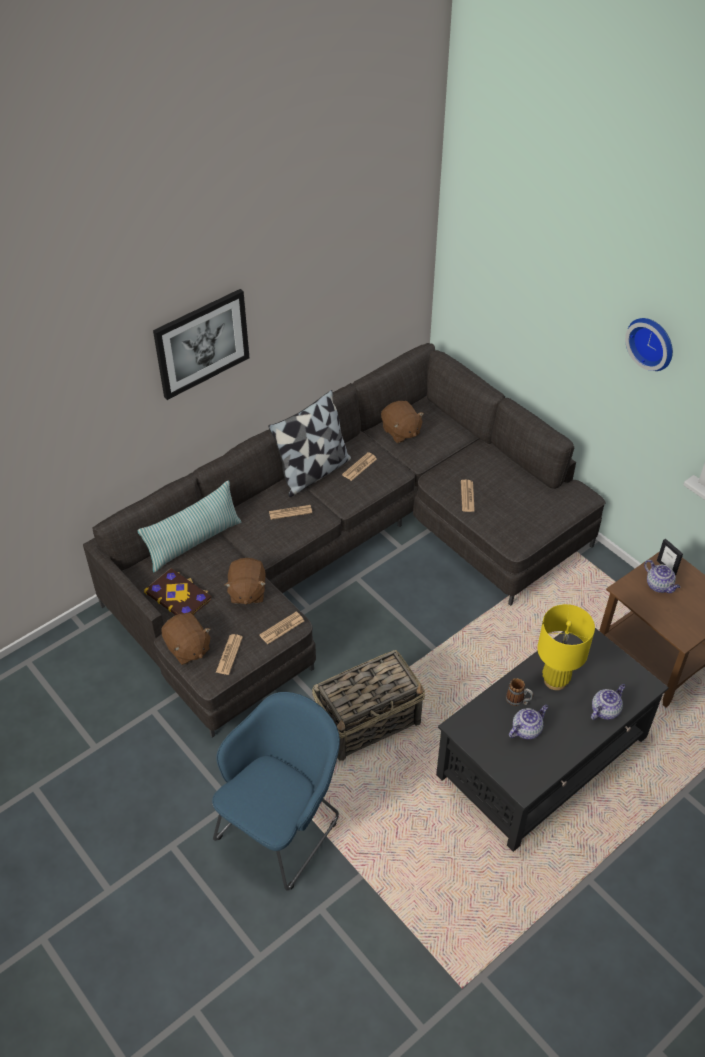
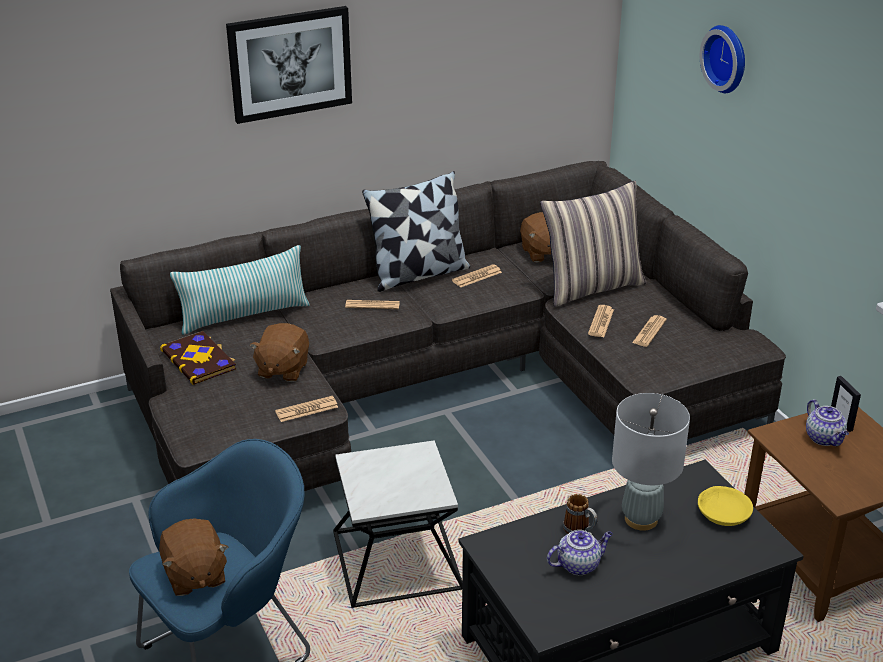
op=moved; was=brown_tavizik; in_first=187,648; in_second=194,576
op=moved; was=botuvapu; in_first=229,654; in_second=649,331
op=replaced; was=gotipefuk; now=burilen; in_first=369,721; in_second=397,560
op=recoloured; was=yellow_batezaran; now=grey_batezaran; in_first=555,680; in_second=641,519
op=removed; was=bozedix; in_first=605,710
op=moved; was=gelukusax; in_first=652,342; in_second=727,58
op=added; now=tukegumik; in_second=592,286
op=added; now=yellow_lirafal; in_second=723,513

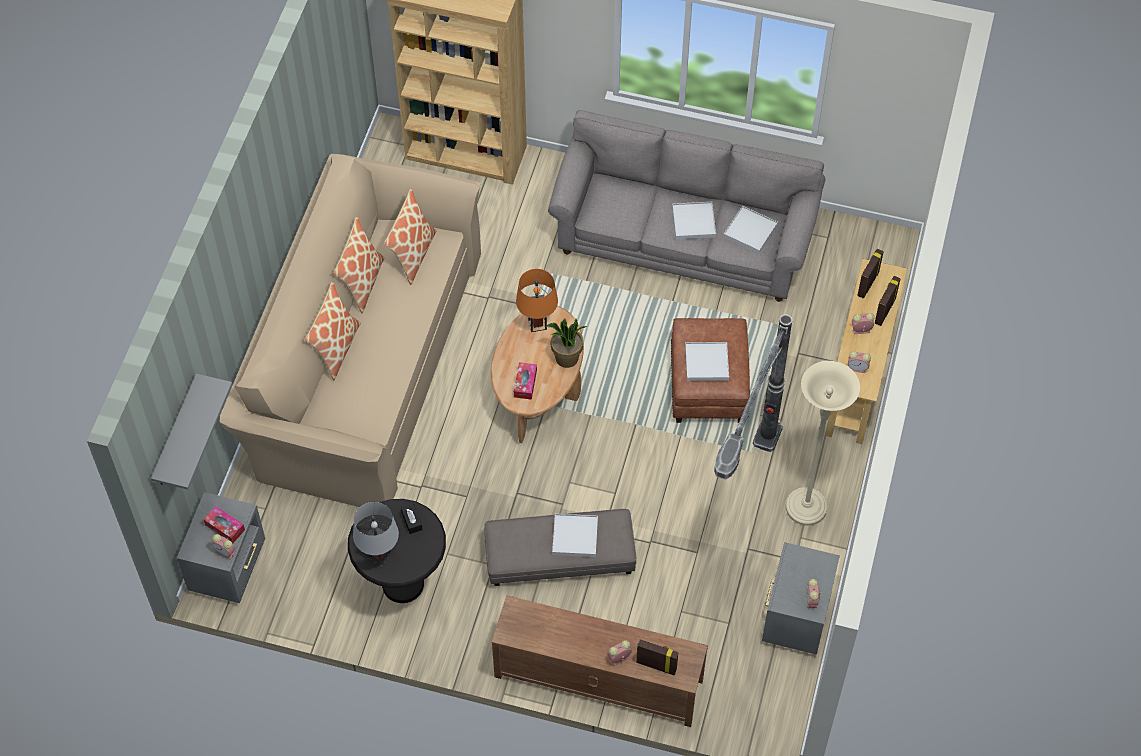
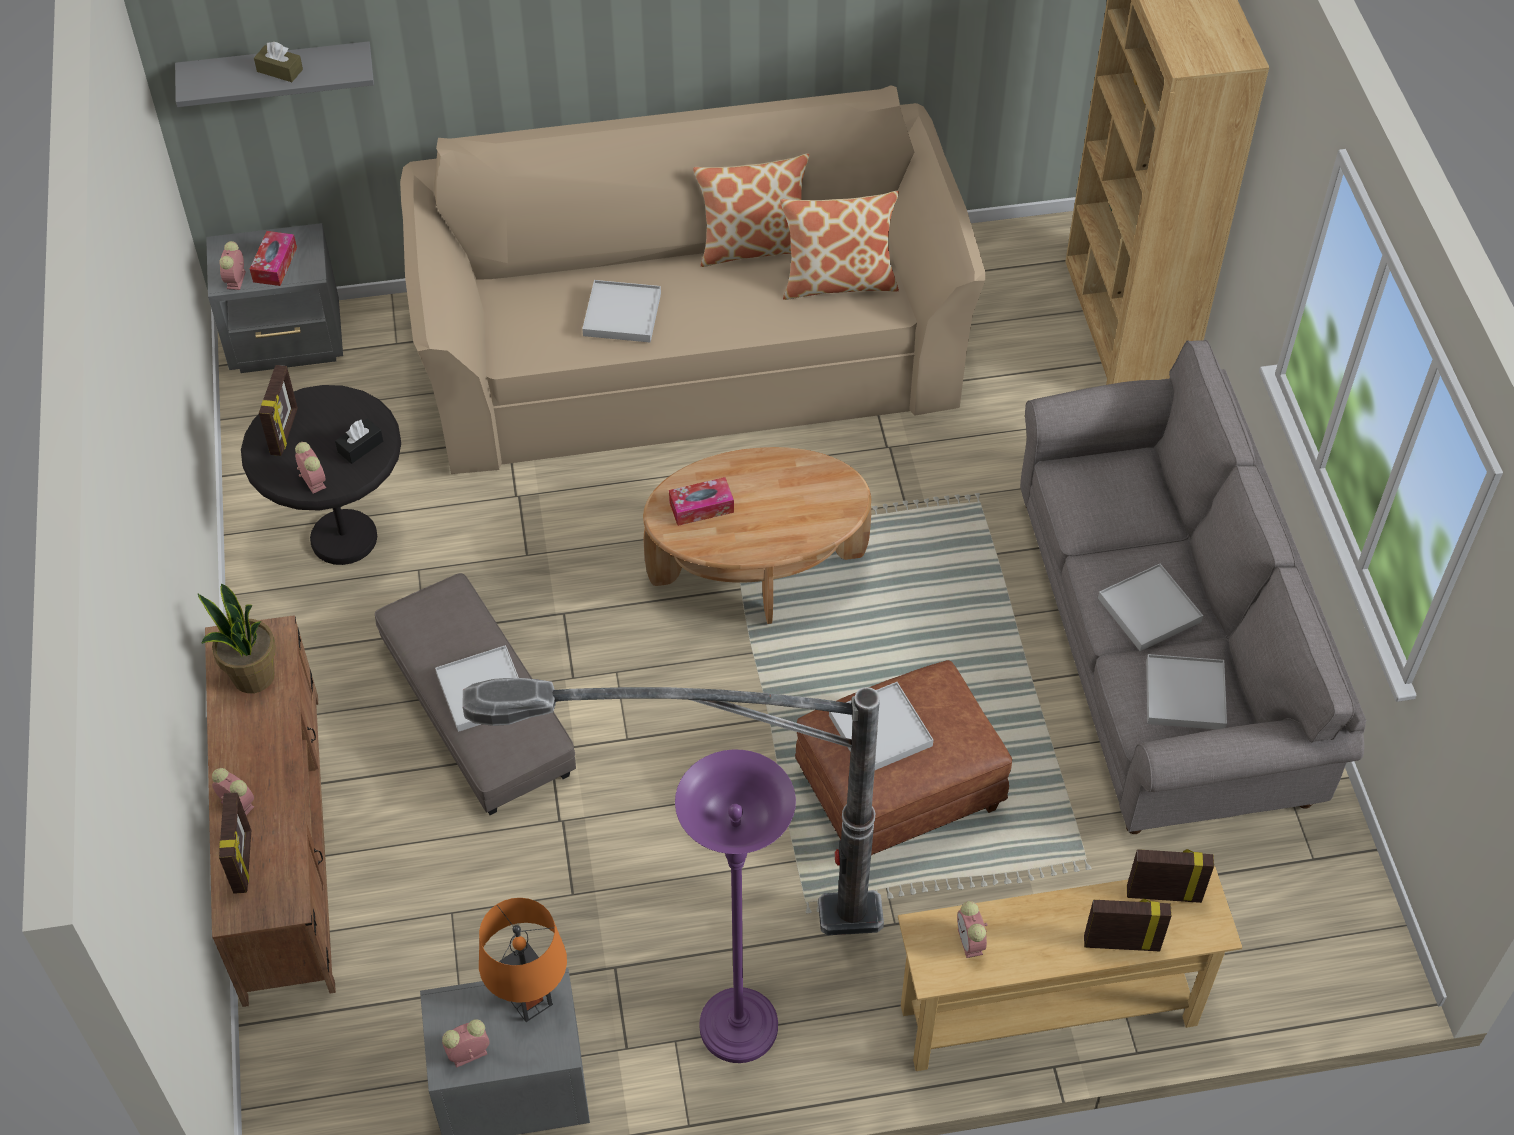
op=removed; was=tukegumik; in_first=336,348
op=replaced; was=grey_batezaran; now=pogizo; in_first=379,555; in_second=285,432
op=moved; was=orange_batezaran; in_first=537,324; in_second=530,1001
op=moved; was=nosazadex; in_first=566,359; in_second=252,676
op=recoloured; was=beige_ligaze; now=purple_ligaze; in_first=806,508; in_second=738,1028
op=moved; was=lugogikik; in_first=860,330; in_second=312,480
op=added; now=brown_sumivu; in_second=280,70
op=added; now=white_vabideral; in_second=622,314

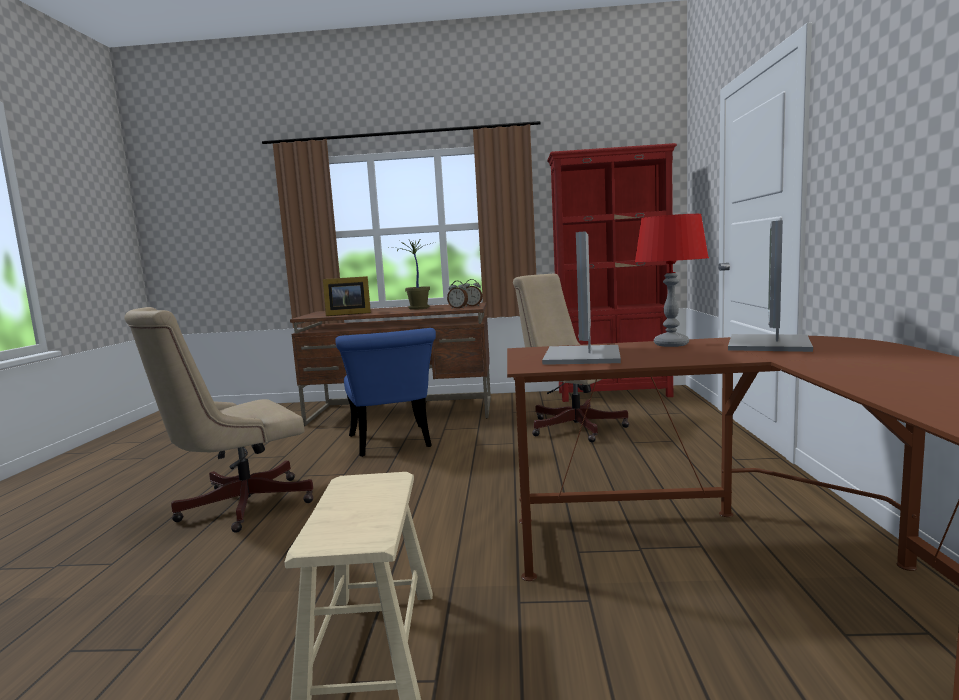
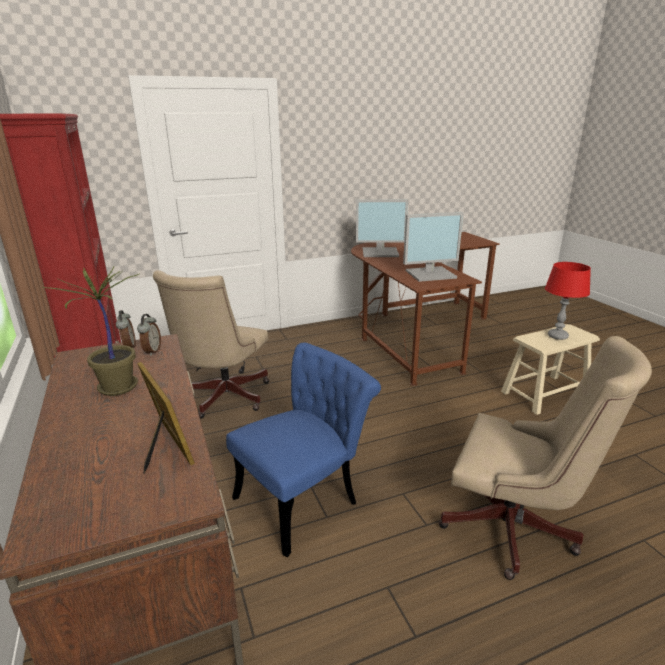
op=moved; was=red_batezaran; in_first=671,344; in_second=557,336

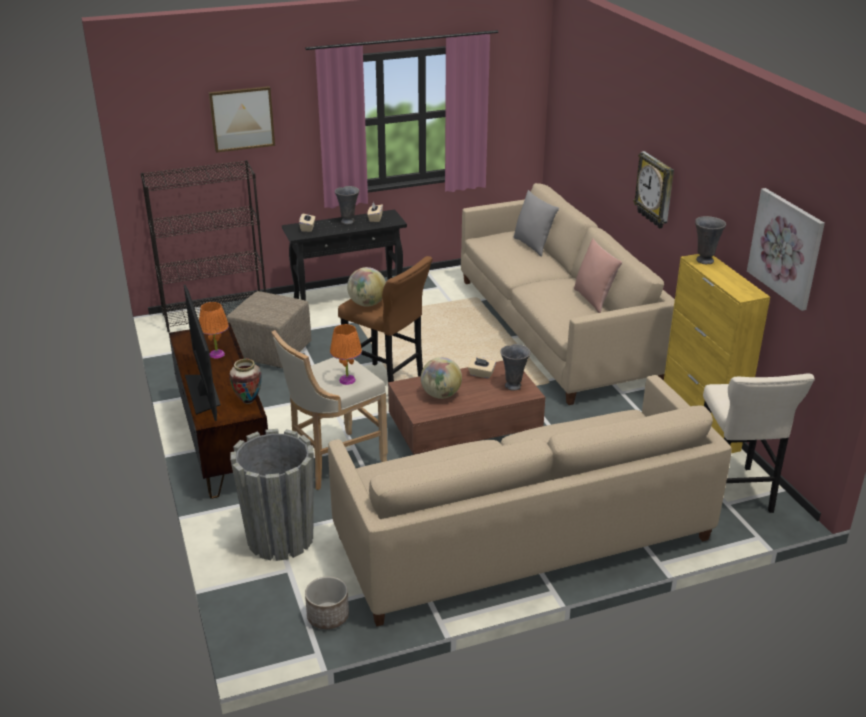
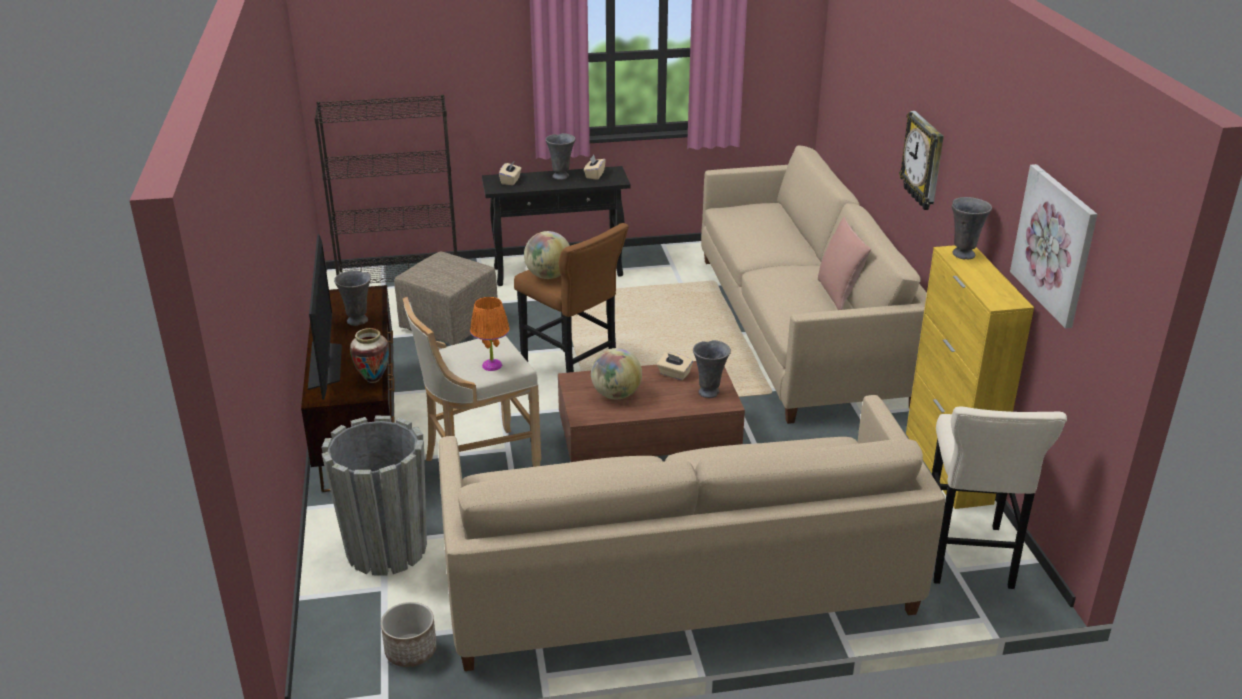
op=replaced; was=orange_batezaran; now=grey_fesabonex; in_first=217,354; in_second=358,321
op=removed; was=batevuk; in_first=242,118
op=removed; was=grey_tukegumik; in_first=533,245

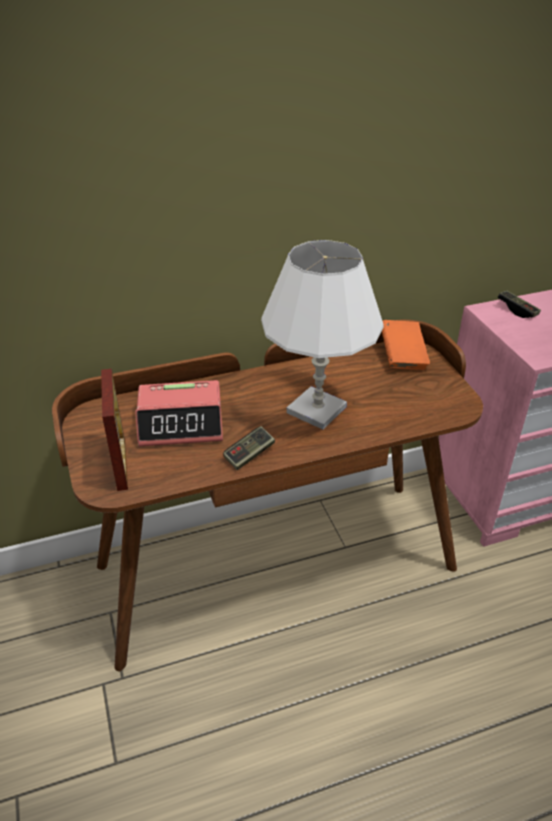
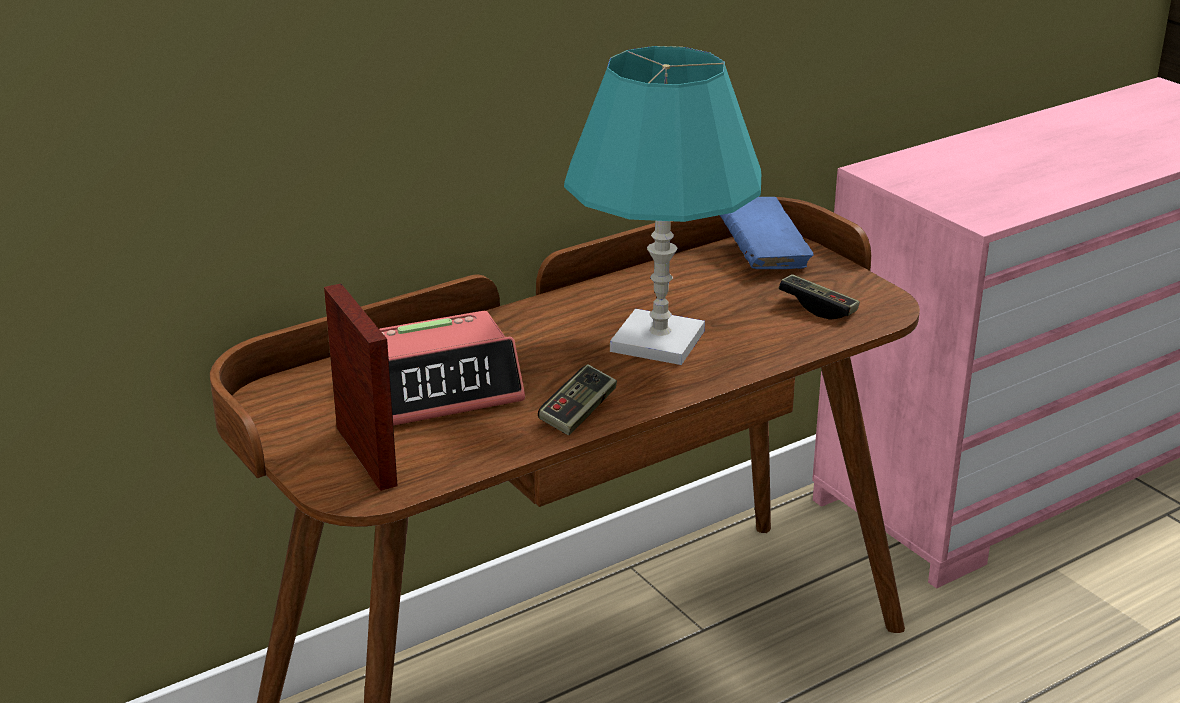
op=recoloured; was=white_batezaran; now=turquoise_batezaran; in_first=317,410; in_second=659,341
op=recoloured; was=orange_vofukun; now=blue_vofukun; in_first=402,357; in_second=762,256
op=moved; was=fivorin; in_first=517,310; in_second=818,308

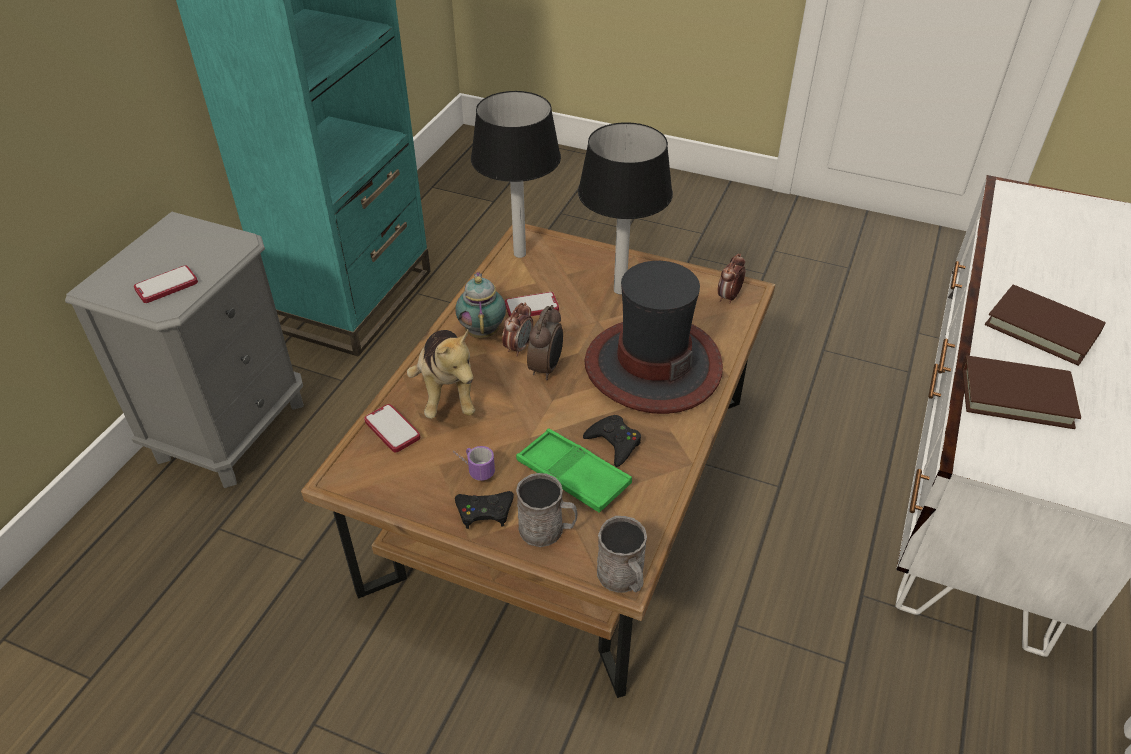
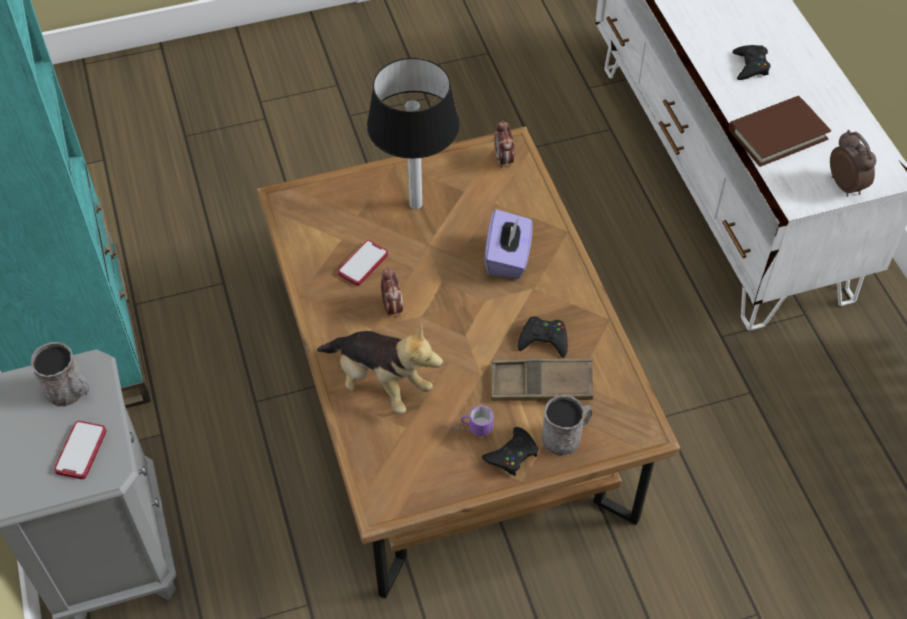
op=removed; was=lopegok; in_first=392,429
op=removed; was=bozedix; in_first=483,330
op=removed; was=batezaran; in_first=518,254
op=recoloured; was=green_vabideral; now=brown_vabideral; in_first=573,475; in_second=541,385
op=moved; was=lugogikik; in_first=546,368; in_second=846,185
op=replaced; was=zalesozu; now=purple_sumivu; in_first=652,365; in_second=508,258
op=moved; was=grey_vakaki; in_first=623,578; in_second=70,391
op=replaced; was=brown_vofukun; now=black_fivorin; in_first=1042,328; in_second=750,66

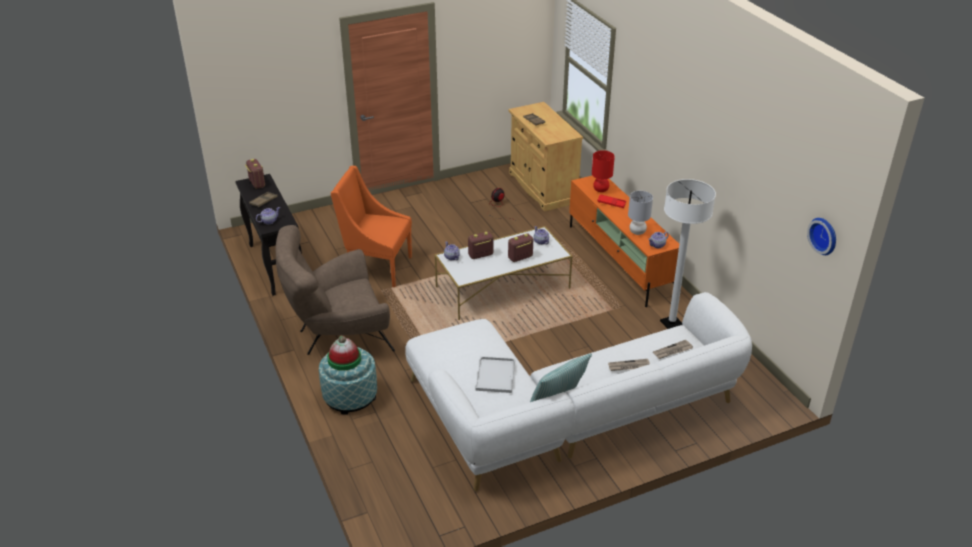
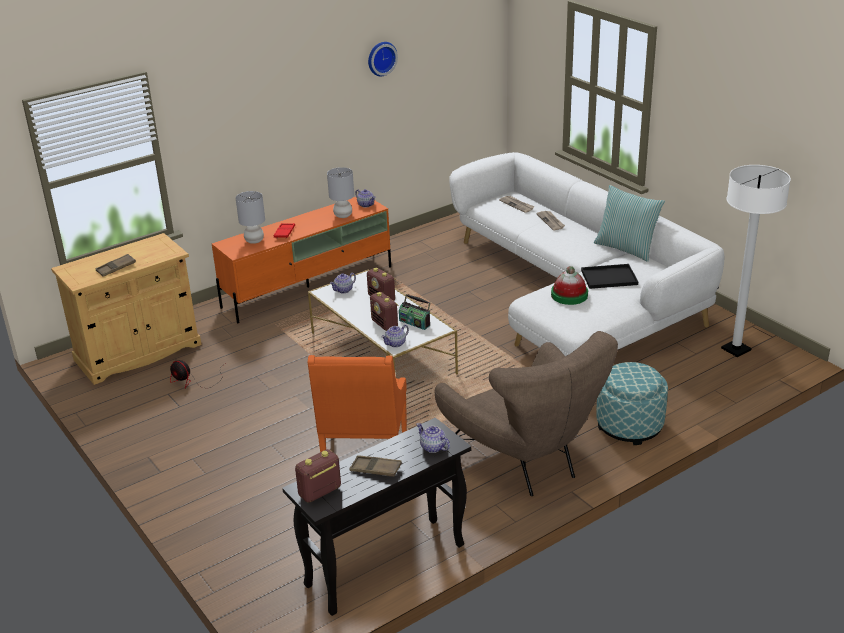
op=moved; was=zalesozu; in_first=344,359; in_second=569,295
op=recoloured; was=white_vabideral; now=black_vabideral; in_first=495,374; in_second=608,278
op=recoloured; was=red_batezaran; now=grey_batezaran; in_first=601,190; in_second=254,241
op=moved; was=white_ligaze; in_first=671,324; in_second=736,349
op=moved; was=gelukusax; in_first=824,235; in_second=381,58
op=added; now=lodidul; in_second=415,322

